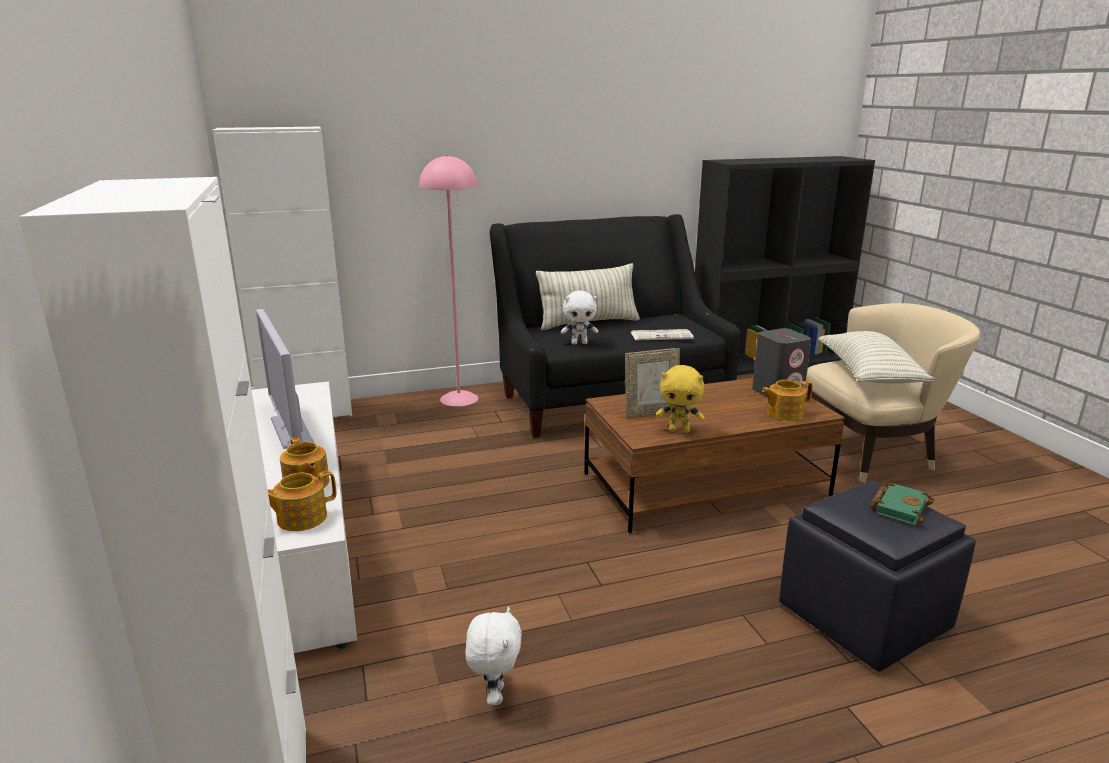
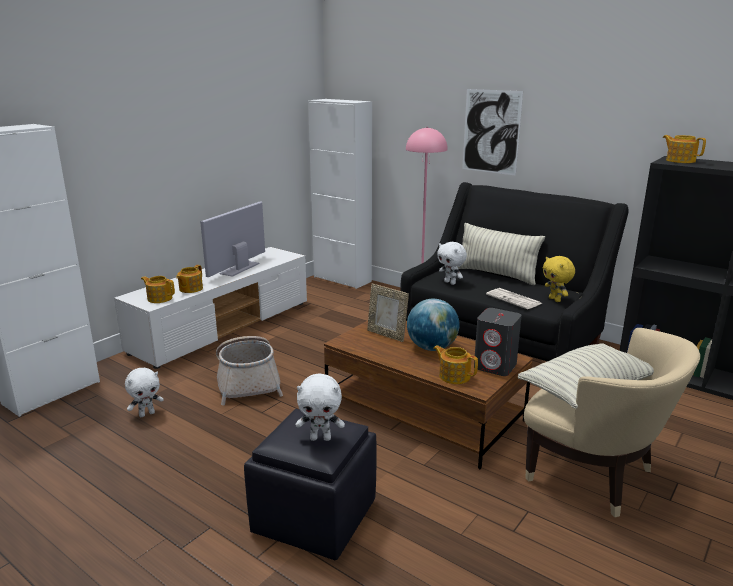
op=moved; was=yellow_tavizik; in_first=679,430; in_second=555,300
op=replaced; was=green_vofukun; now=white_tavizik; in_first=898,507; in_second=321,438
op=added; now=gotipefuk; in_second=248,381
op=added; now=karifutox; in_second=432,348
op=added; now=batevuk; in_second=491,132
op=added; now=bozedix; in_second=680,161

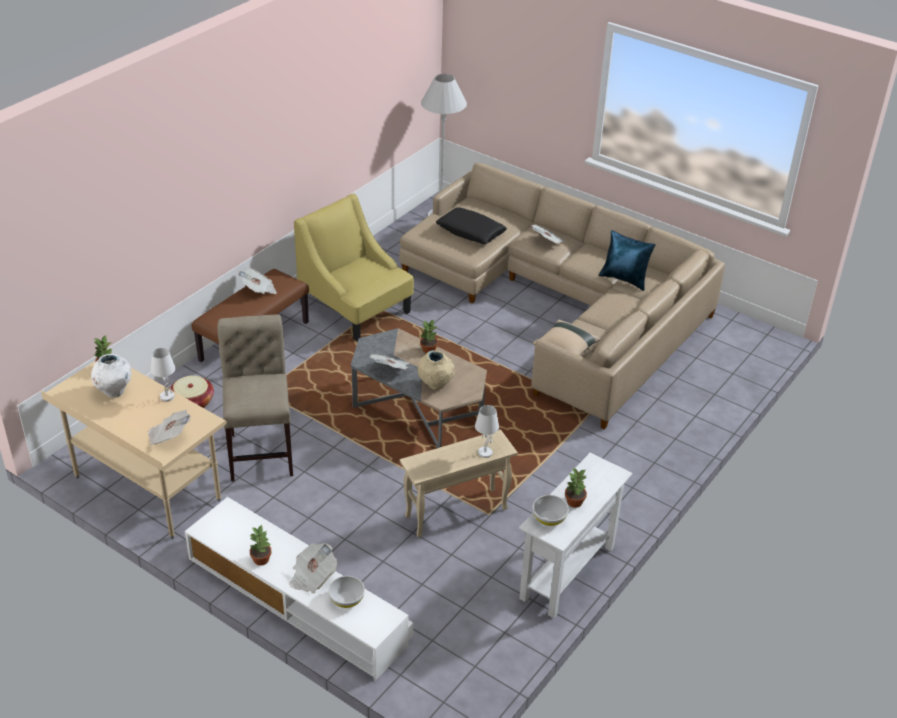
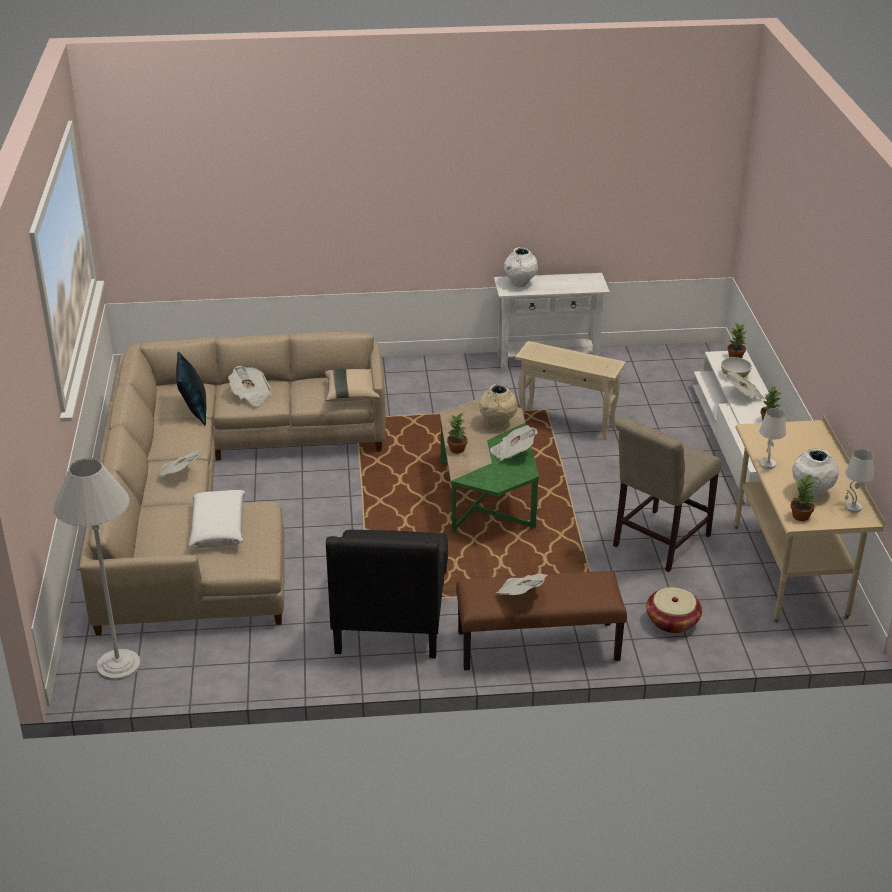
op=moved; was=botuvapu; in_first=169,436; in_second=251,395
op=recoloured; was=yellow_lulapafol; now=black_lulapafol; in_first=355,308; in_second=390,616
op=recoloured; was=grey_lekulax; now=green_lekulax; in_first=418,410; in_second=486,495
op=recoloured; was=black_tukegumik; now=white_tukegumik; in_first=470,232; in_second=218,527
op=moved; was=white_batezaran; in_first=485,452; in_second=852,508
op=removed; was=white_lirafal; in_first=549,518
op=moved; was=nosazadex; in_first=574,502; in_second=735,357
op=added; now=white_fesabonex; in_second=520,284

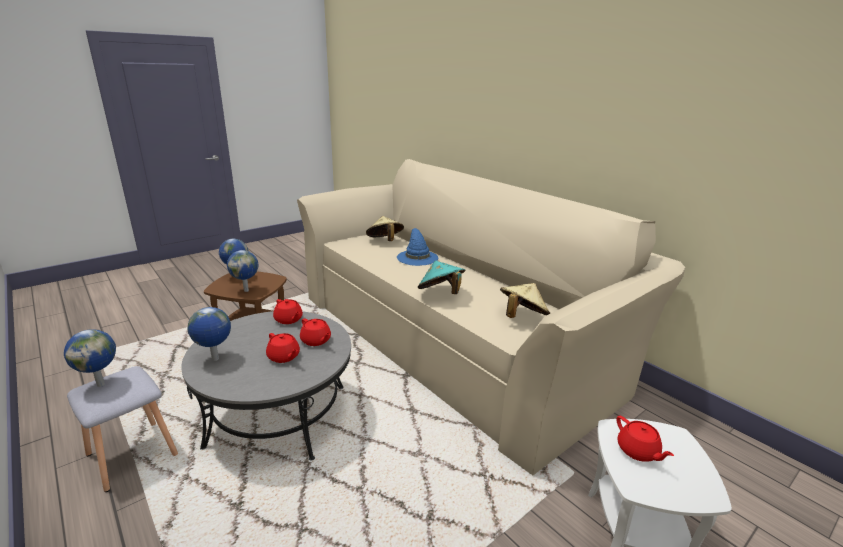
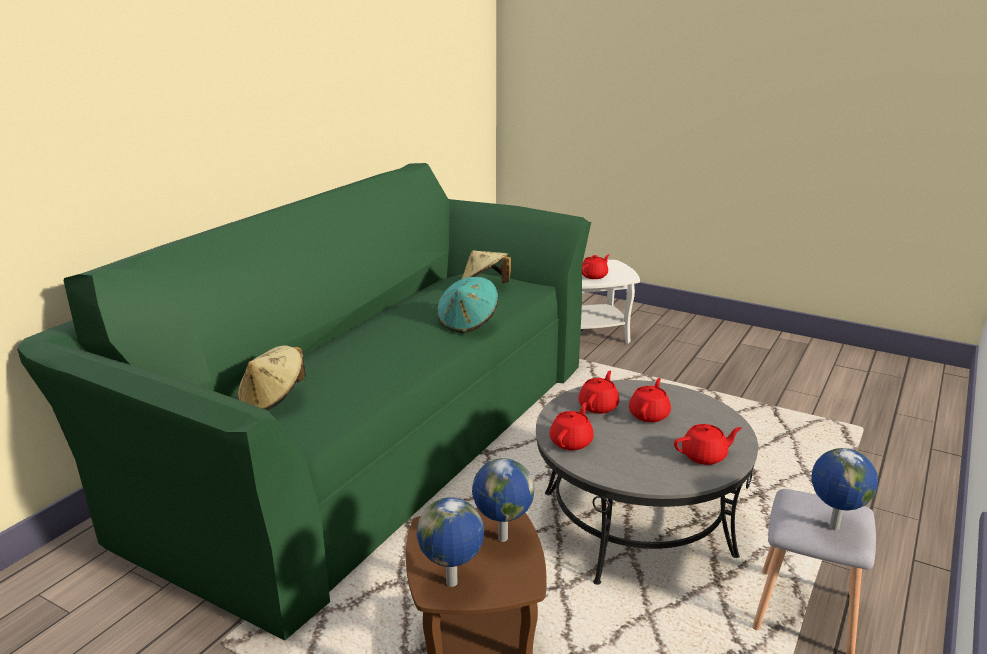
op=replaced; was=karifutox; now=red_bozedix; in_first=215,359; in_second=705,456
op=recoloured; was=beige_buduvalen; now=green_buduvalen; in_first=454,337; in_second=367,437
op=removed; was=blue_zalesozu; in_first=417,257

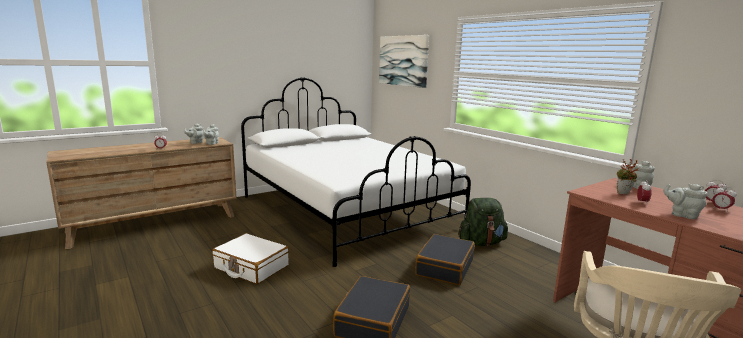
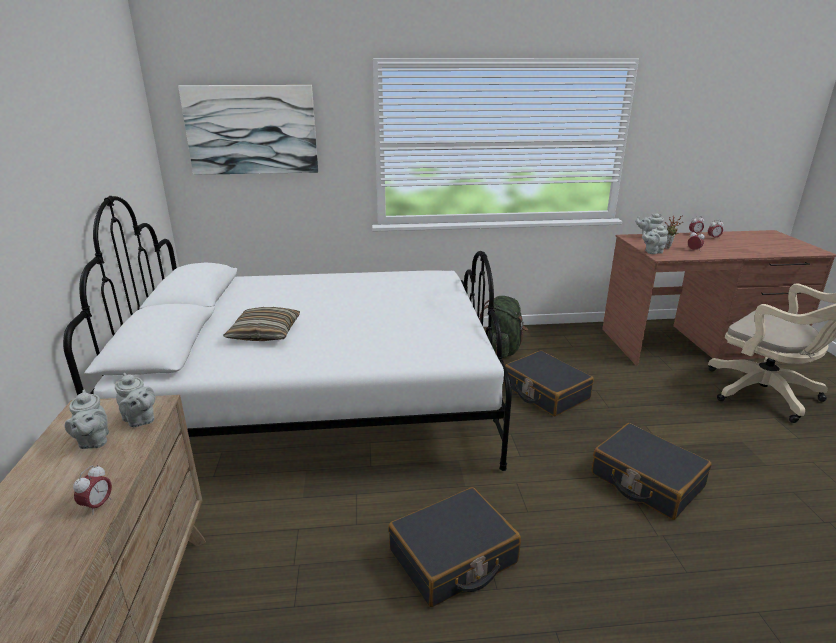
op=recoloured; was=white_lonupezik; now=black_lonupezik; in_first=251,267; in_second=453,557
op=moved; was=grey_bozedix; in_first=682,215; in_second=652,252
op=added; now=tukegumik; in_second=265,333

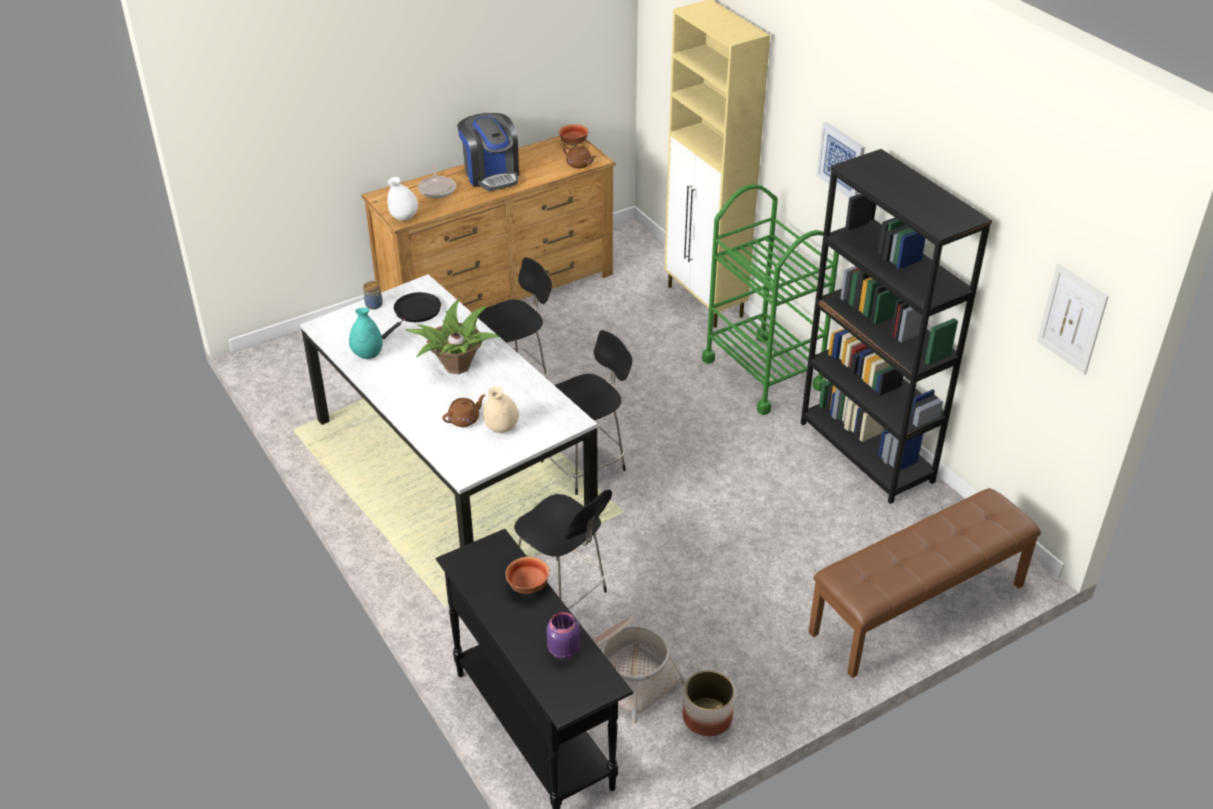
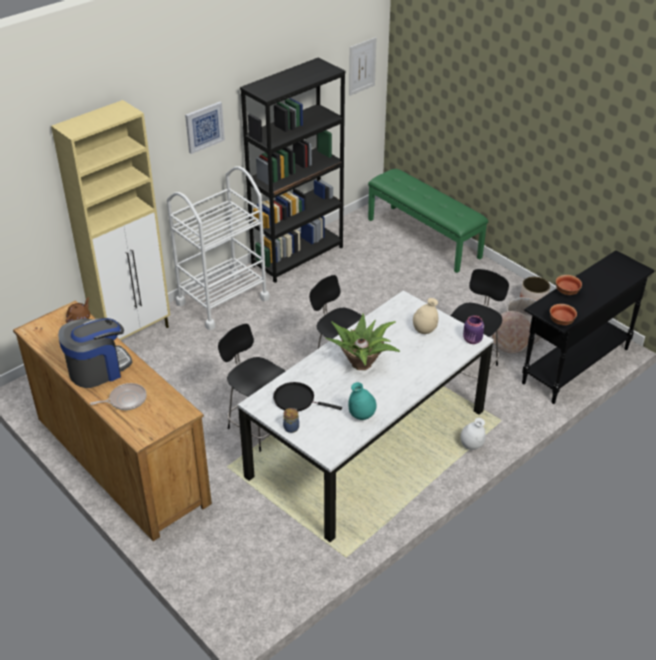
op=moved; was=white_fesabonex; in_first=404,218; in_second=471,445
op=removed; was=brown_bozedix; in_first=464,419
op=moved; was=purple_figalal; in_first=562,649; in_second=472,340
op=moved; was=lirafal; in_first=573,143; in_second=561,322
op=recoloured; was=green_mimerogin; now=white_mimerogin; in_first=763,373; in_second=223,301
op=recoloured; was=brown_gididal; now=green_gididal; in_first=918,610; in_second=424,238

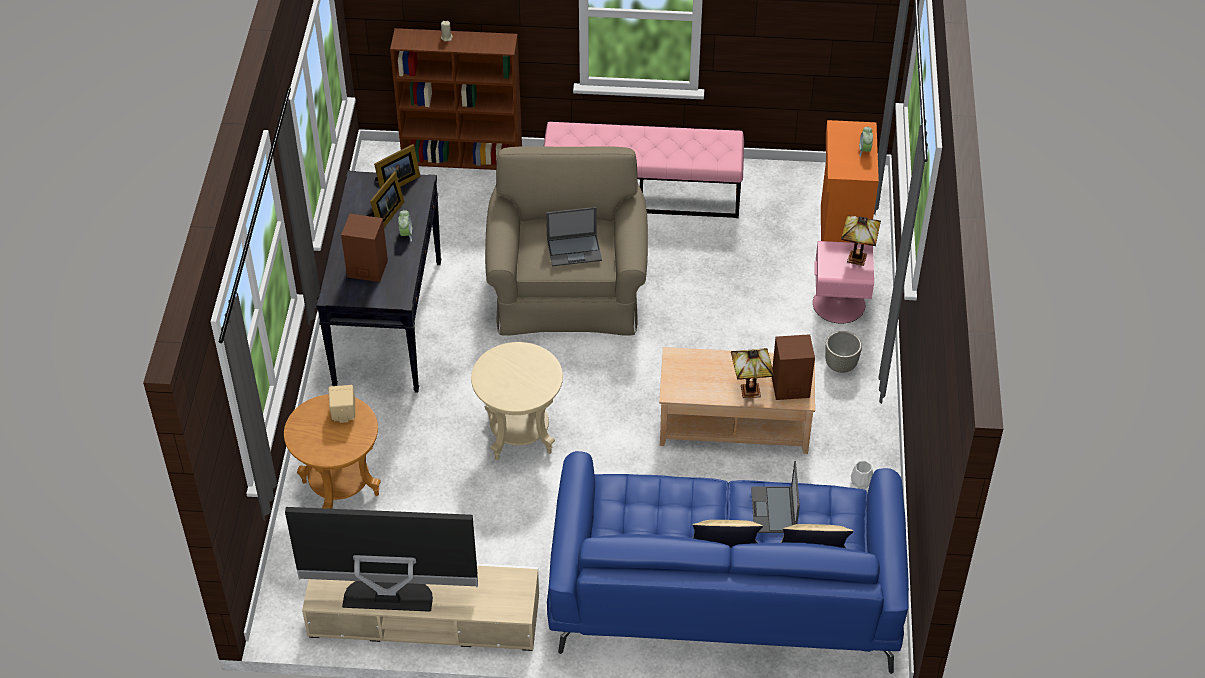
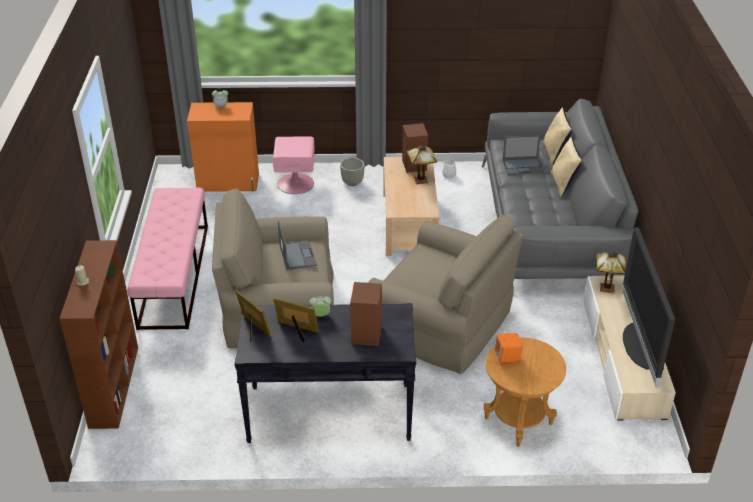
op=recoloured; was=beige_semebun; now=orange_semebun; in_first=343,414; in_second=507,358
op=replaced; was=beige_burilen; now=beige_lulapafol; in_first=520,435; in_second=441,323
op=recoloured; was=blue_buduvalen; now=grey_buduvalen; in_first=723,589; in_second=549,224
op=moved; was=batezaran; in_first=856,257; in_second=606,288

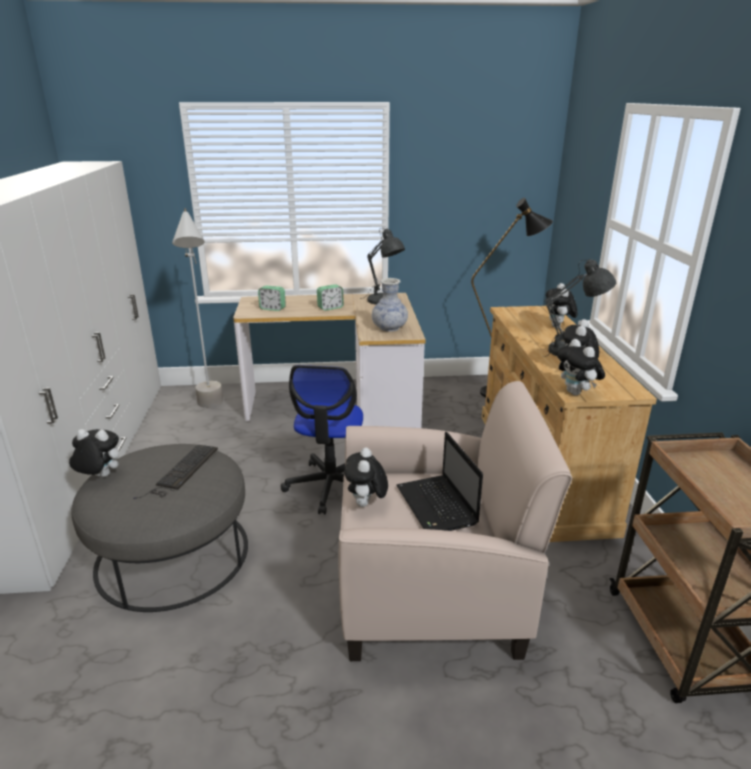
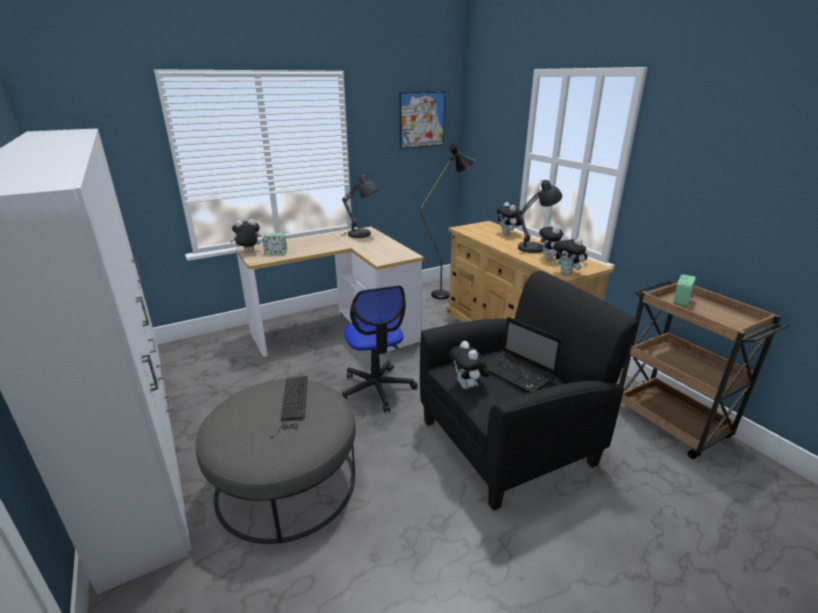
op=moved; was=tavizik; in_first=99,477; in_second=248,252
op=removed; was=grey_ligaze; in_first=211,411
op=moved; was=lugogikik; in_first=330,308; in_second=681,302
op=recoloured; was=beige_lulapafol; now=black_lulapafol; in_first=432,591; in_second=508,441
op=removed; was=fesabonex; in_first=389,328
op=added; now=batevuk; in_second=422,120

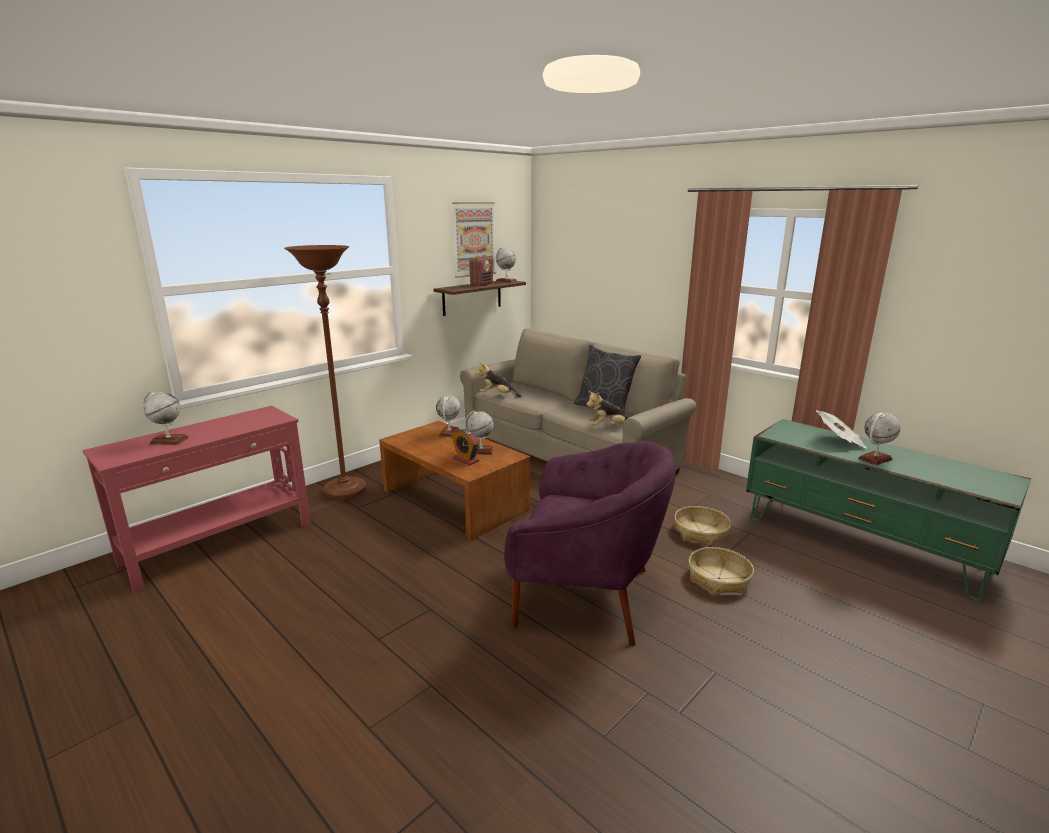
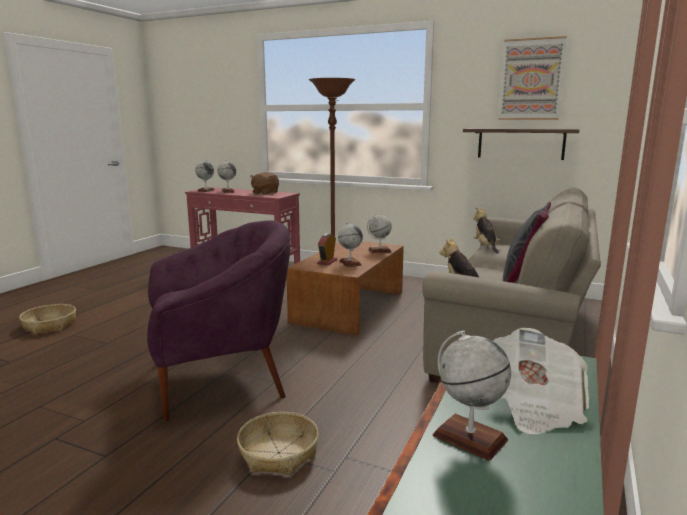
op=removed; was=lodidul; in_first=481,284
op=moved; was=karifutox; in_first=506,281; in_second=206,190
op=turned; was=purple_lulapafol; in_first=585,595; in_second=220,378; clockwise=-105
op=moved; was=gotipefuk; in_first=700,532; in_second=49,325
op=added; now=brown_tavizik; in_second=265,193

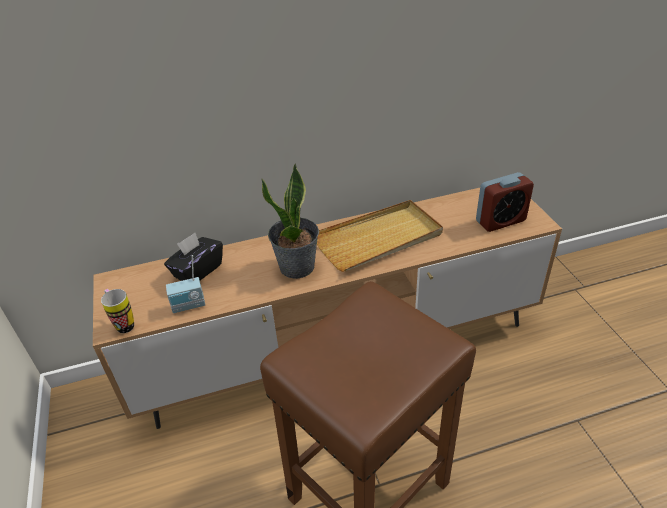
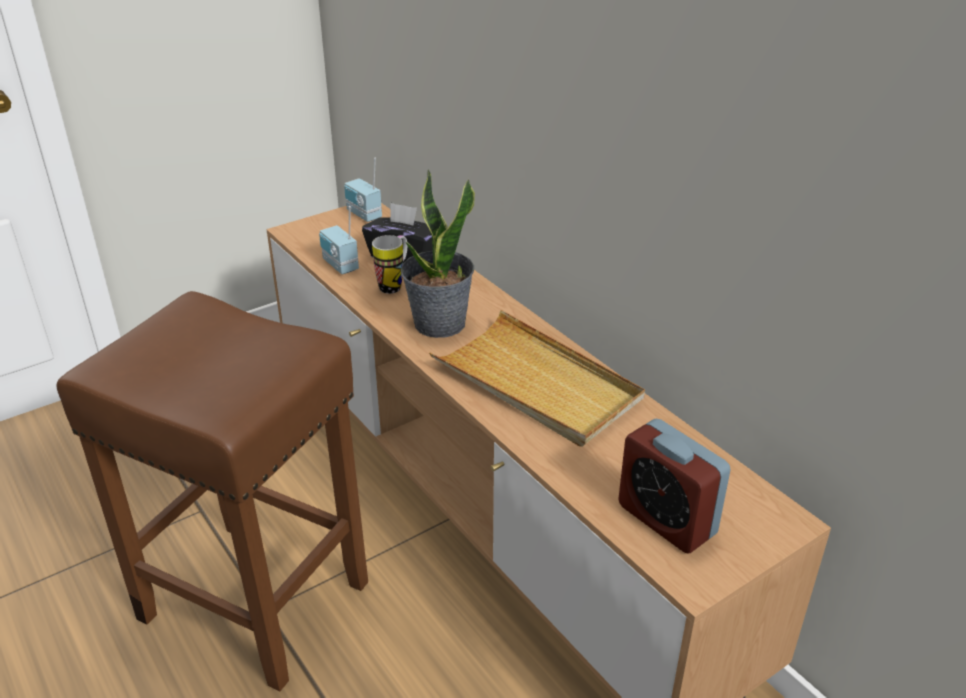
op=moved; was=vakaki; in_first=123,323; in_second=394,284
op=added; now=lodidul; in_second=363,215

